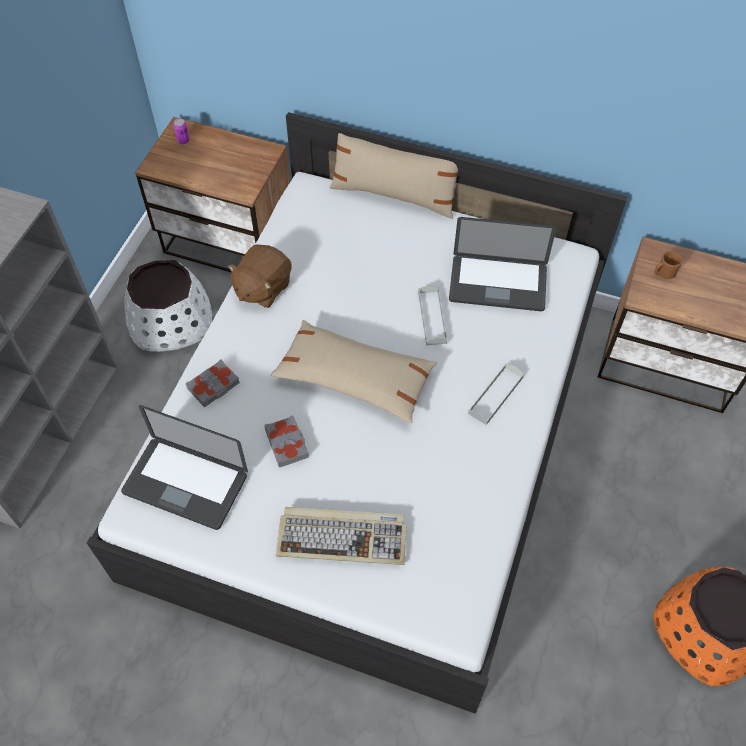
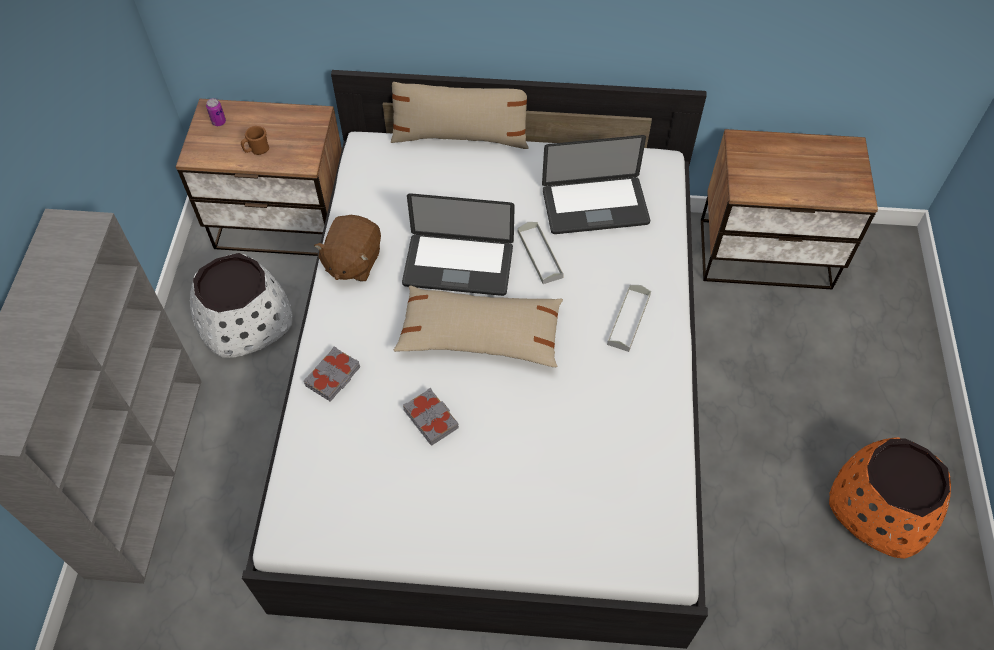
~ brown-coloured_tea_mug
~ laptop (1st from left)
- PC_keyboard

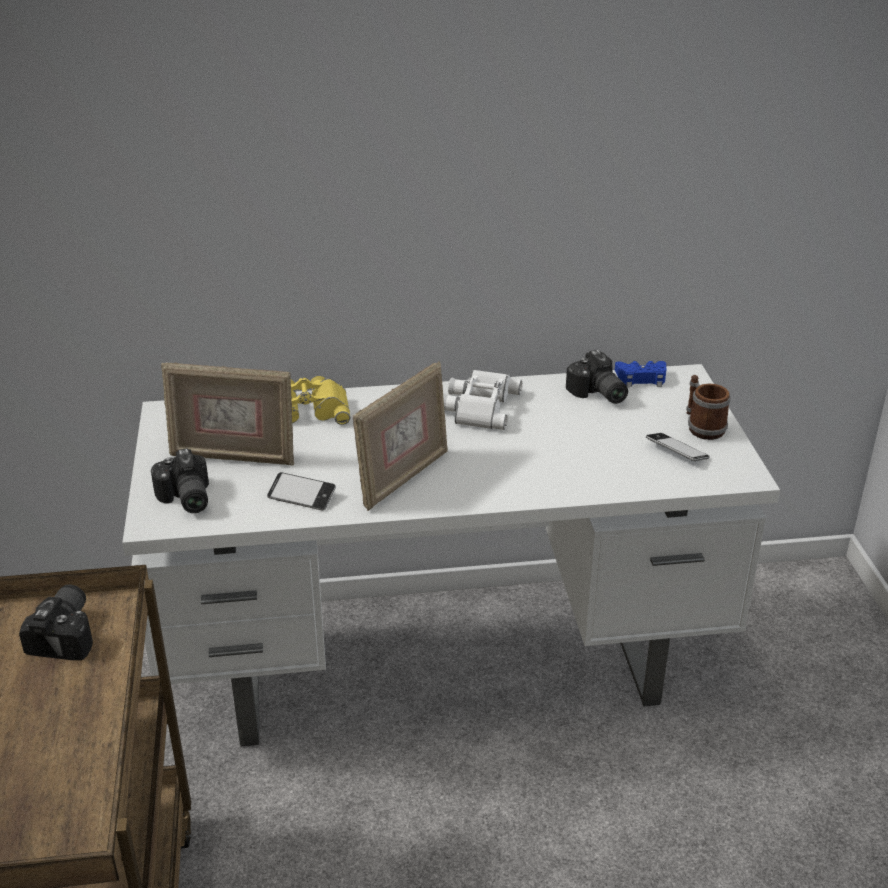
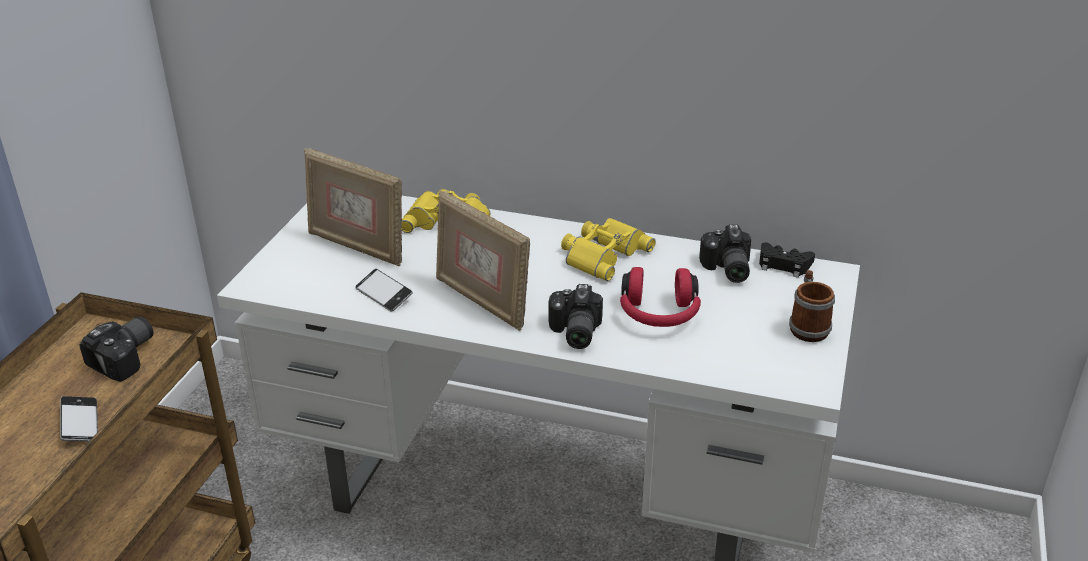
~ standing_frame (2nd from left) 75 degrees clockwise
~ bluish_game_controller to black_game_controller
~ white_binoculars to yellow_binoculars (2nd from left)
~ phone (2nd from left in the first image) to phone (1st from left)
~ photo_camera (2nd from left)
+ reddish_pair_of_headphones

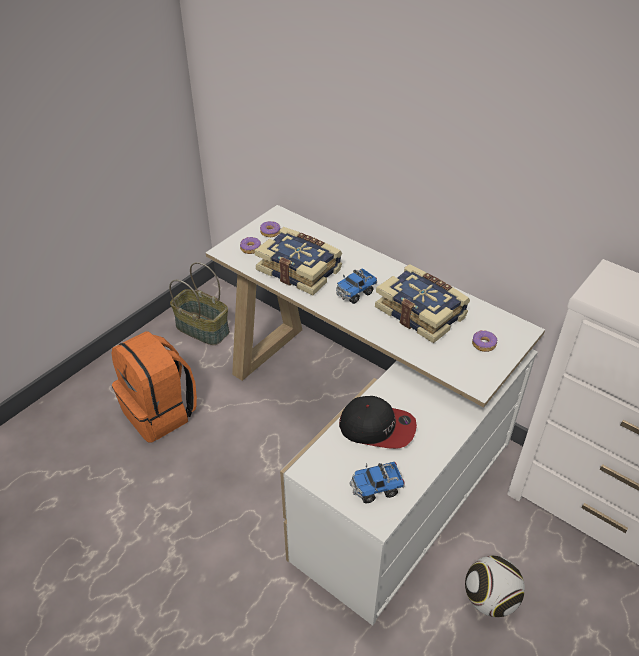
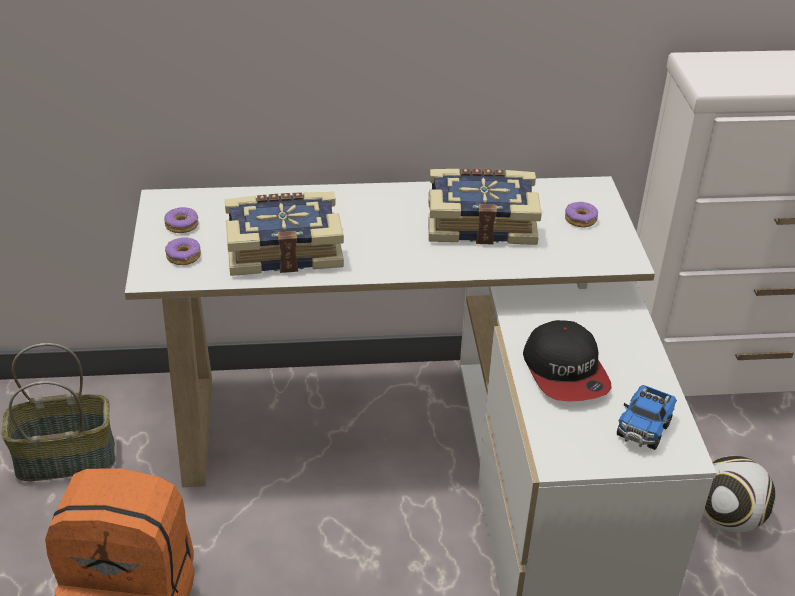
- toy_lorry (1st from left)
~ cap 105 degrees clockwise

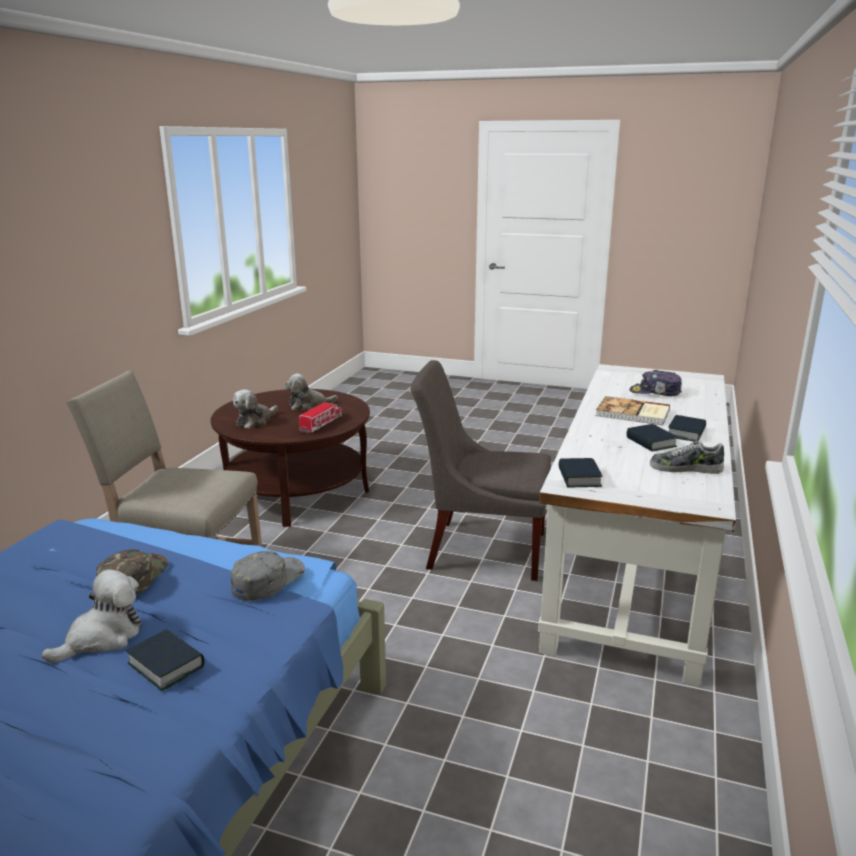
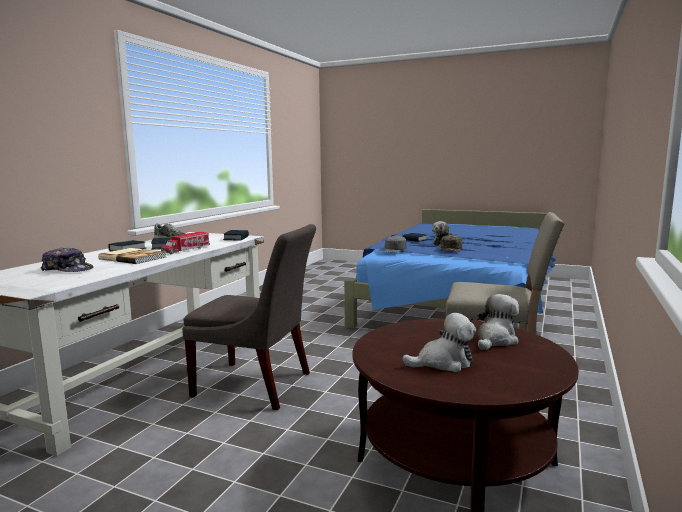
~ toy_lorry

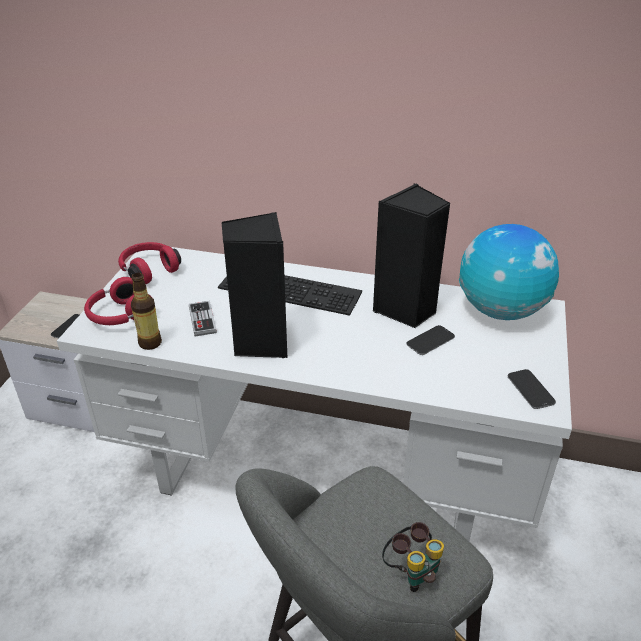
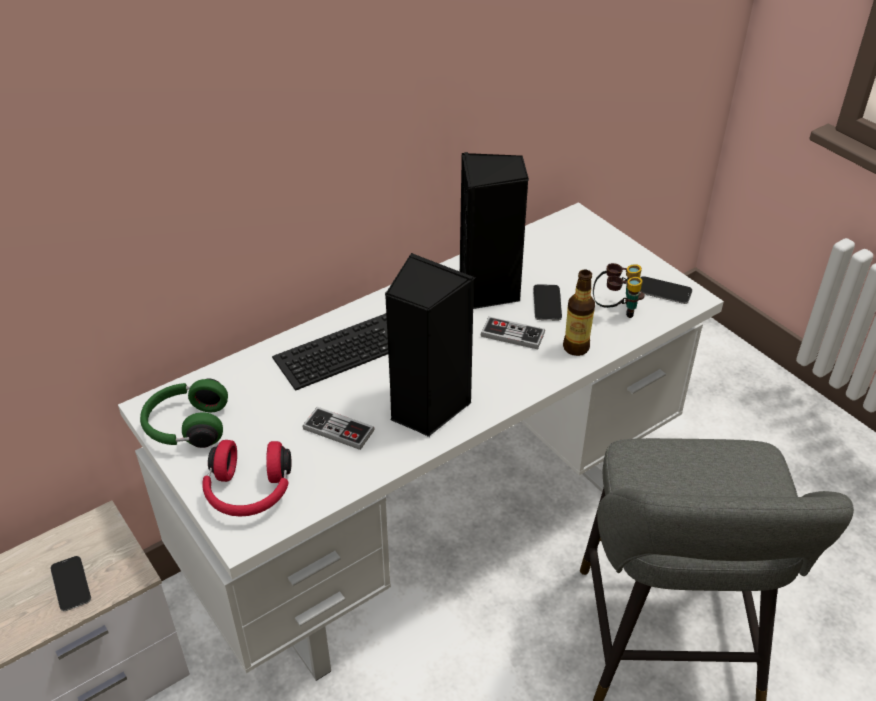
- world_globe
~ reddish_pair_of_headphones (2nd from left) to greenish_pair_of_headphones
~ bottle
~ binoculars
+ game_controller (2nd from left)

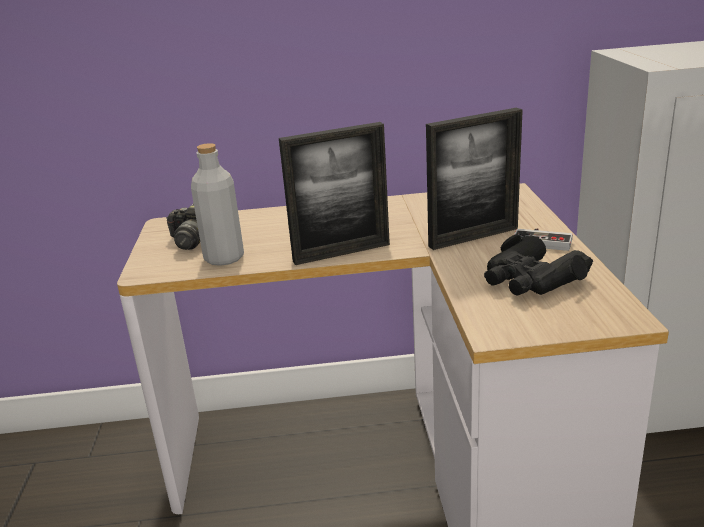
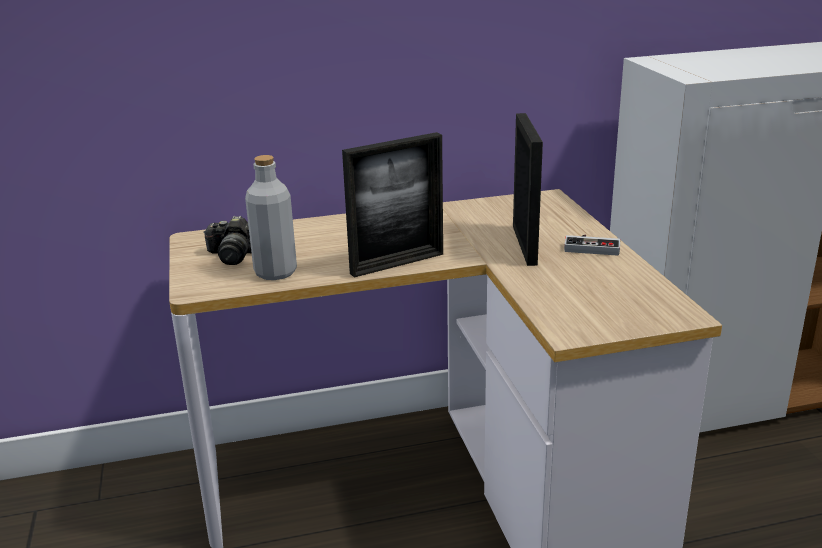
~ standing_frame (2nd from left) 60 degrees counterclockwise
- black_binoculars

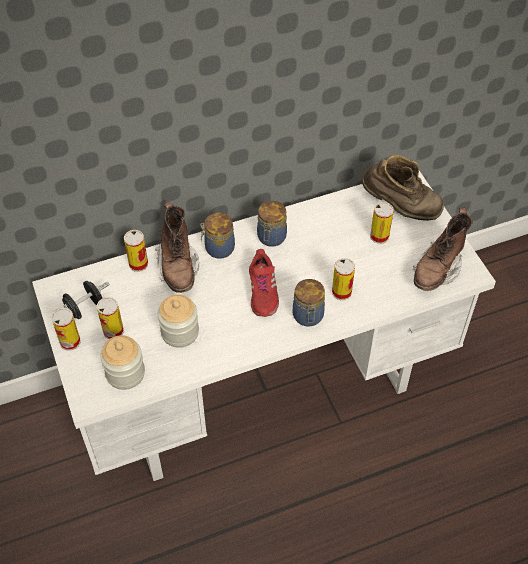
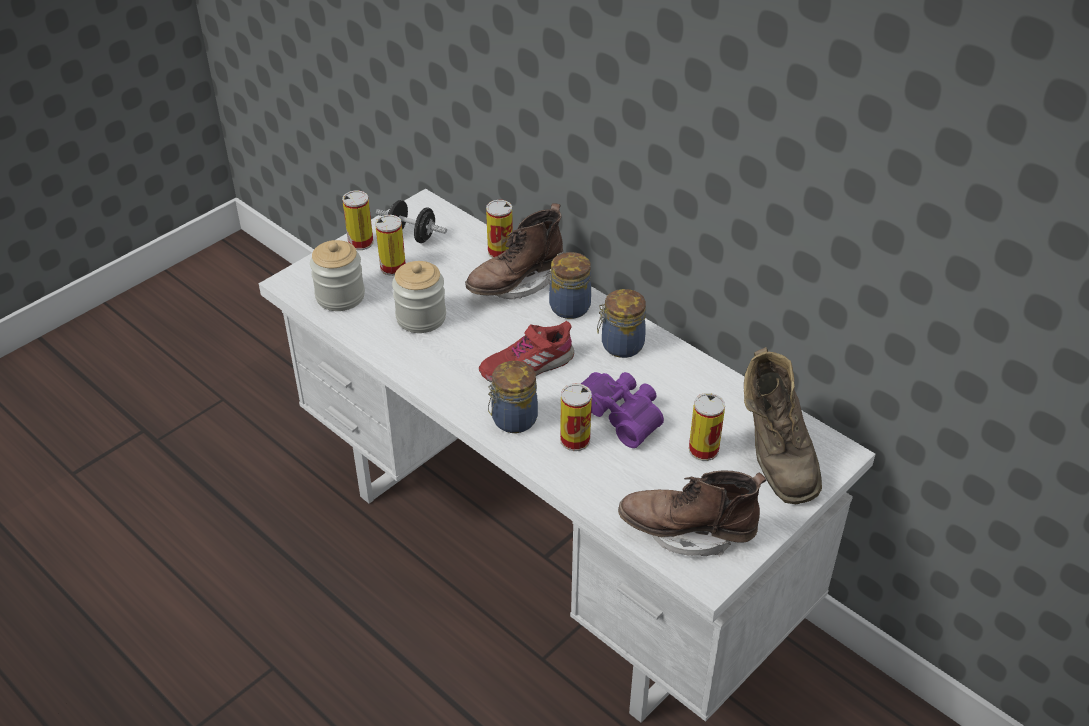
+ purplish_binoculars

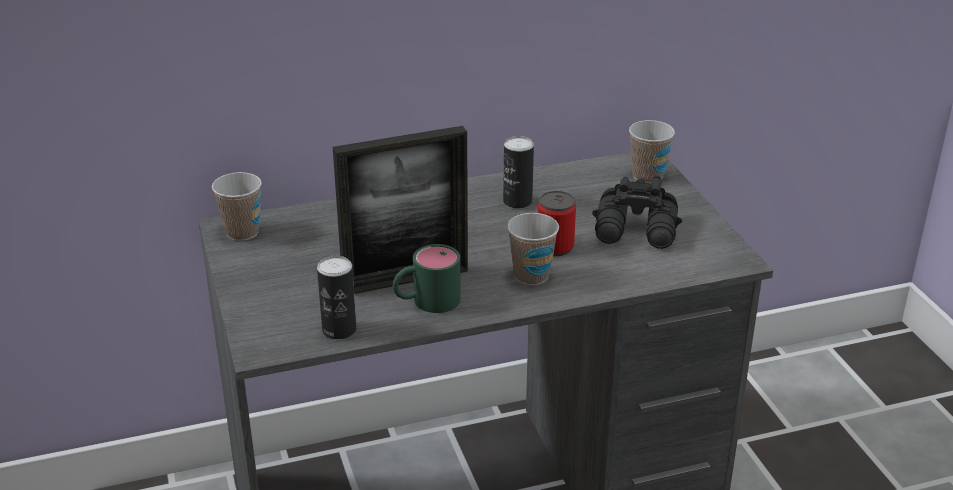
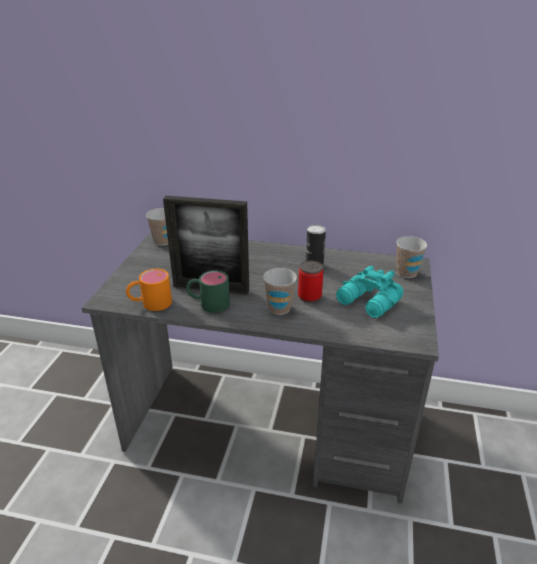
~ black_binoculars to turquoise-coloured_binoculars
~ metal_can (1st from left) to orange-coloured_tea_mug

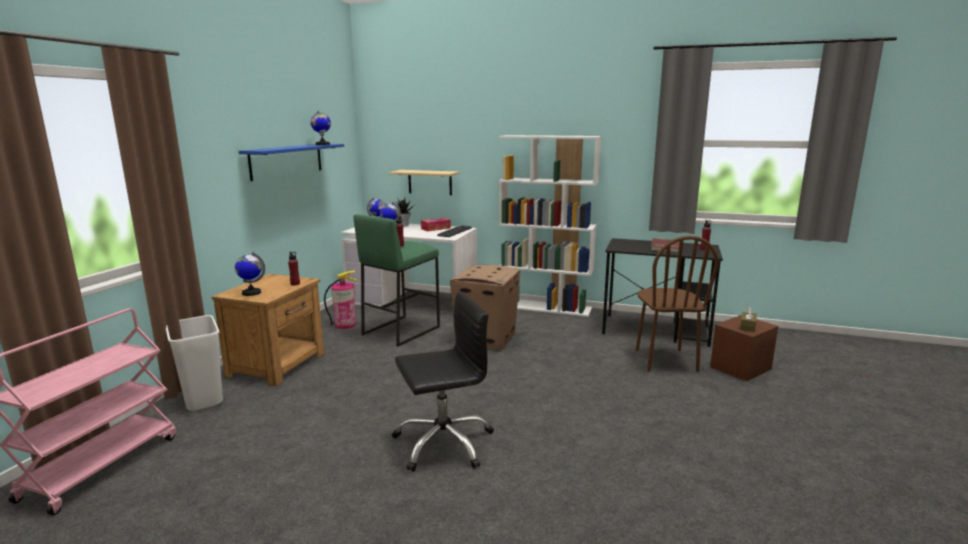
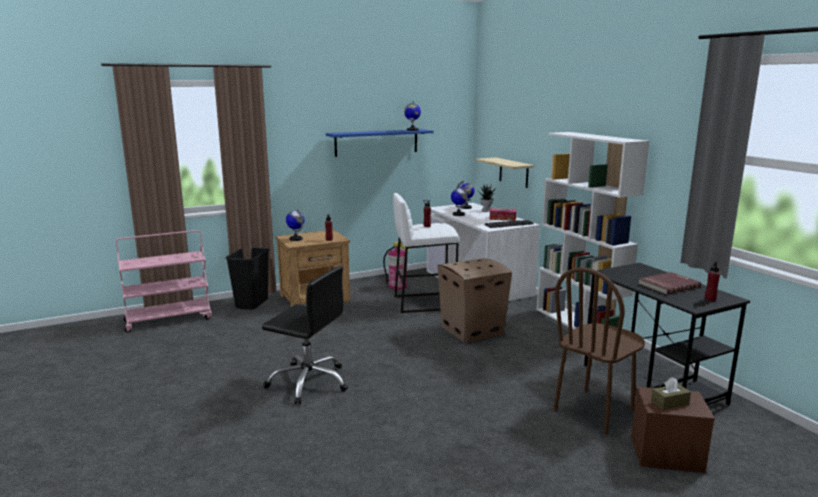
~ greenish_stool to white_stool
~ white_trash_can to black_trash_can

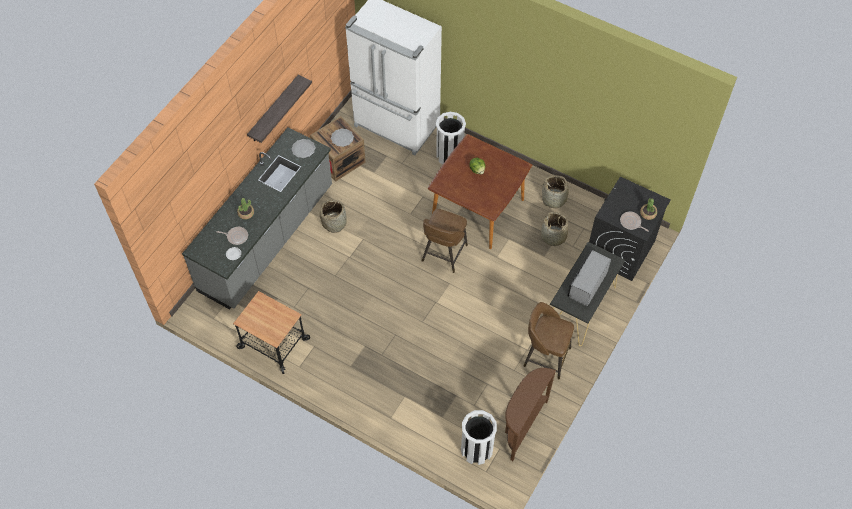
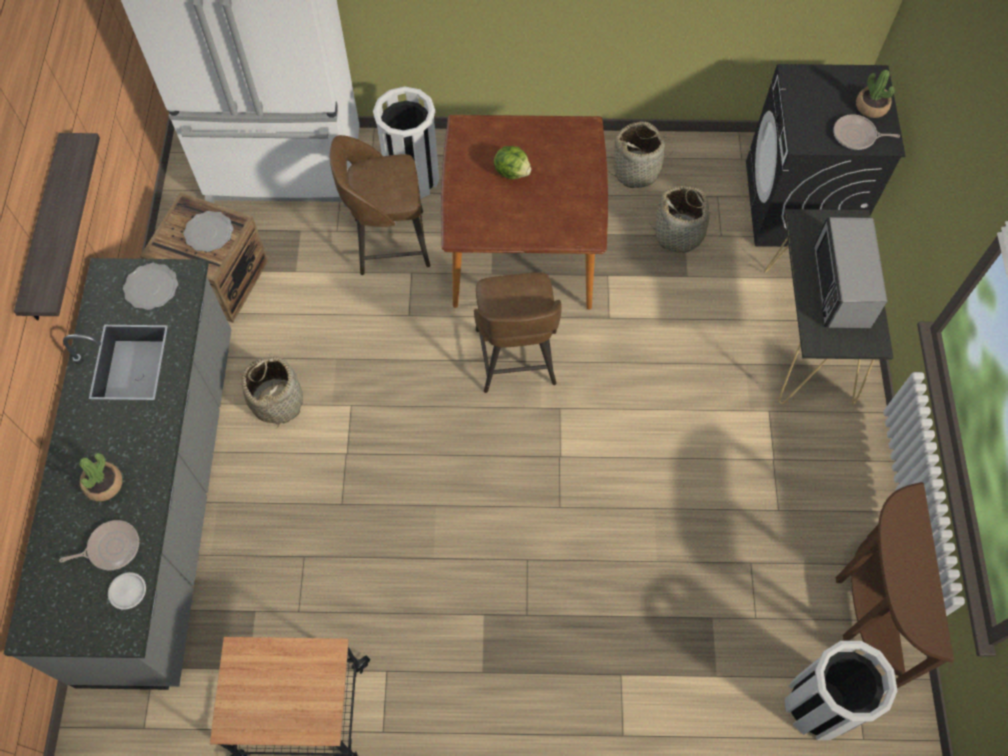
~ brown-coloured_stool (2nd from left in the first image) to brown-coloured_stool (1st from left)

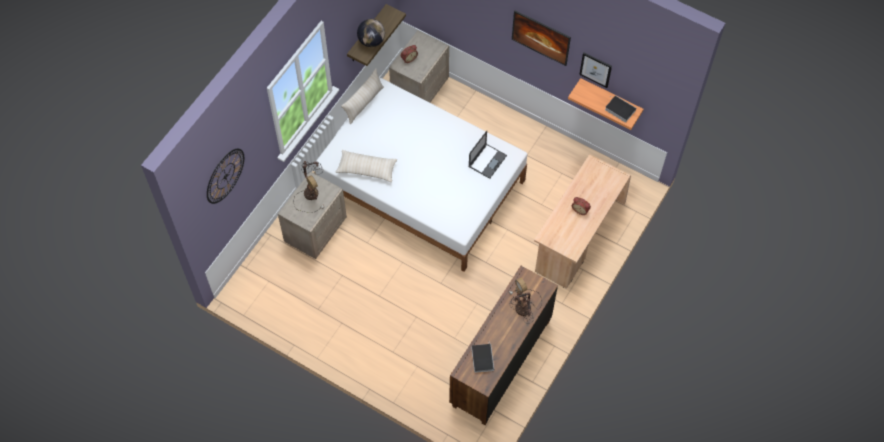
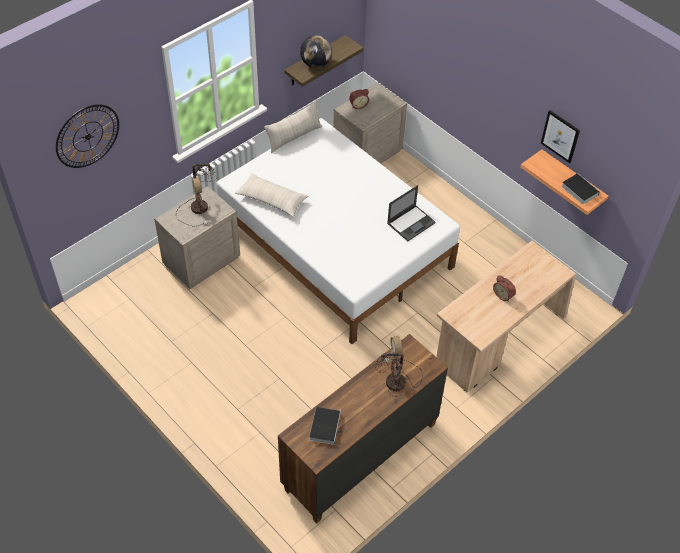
- wall_art (1st from left)

